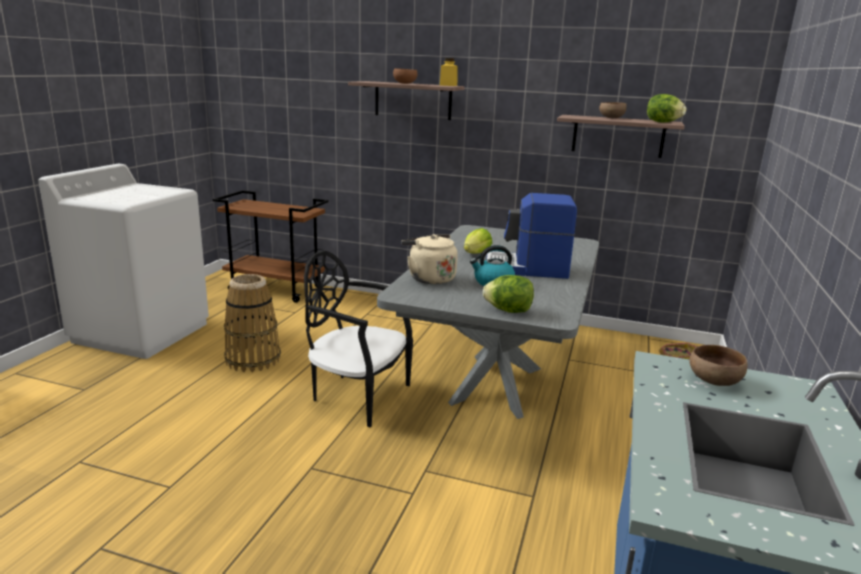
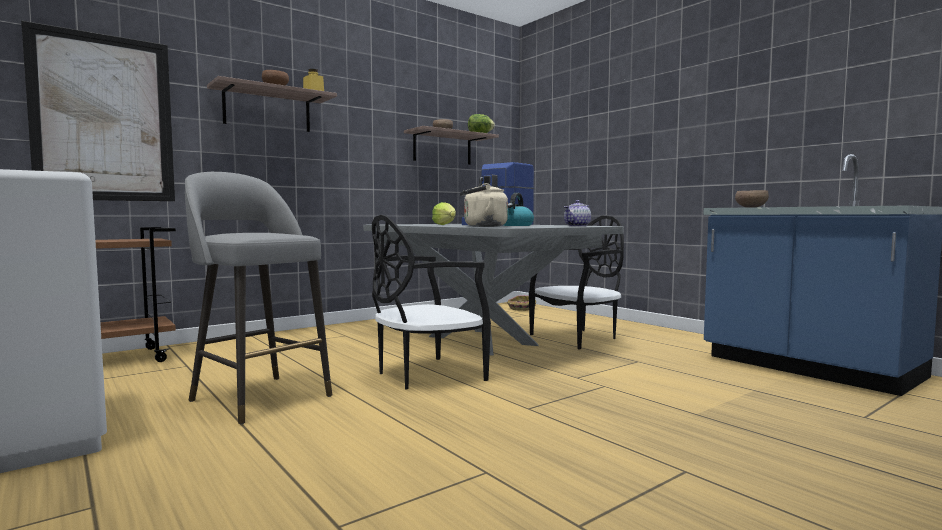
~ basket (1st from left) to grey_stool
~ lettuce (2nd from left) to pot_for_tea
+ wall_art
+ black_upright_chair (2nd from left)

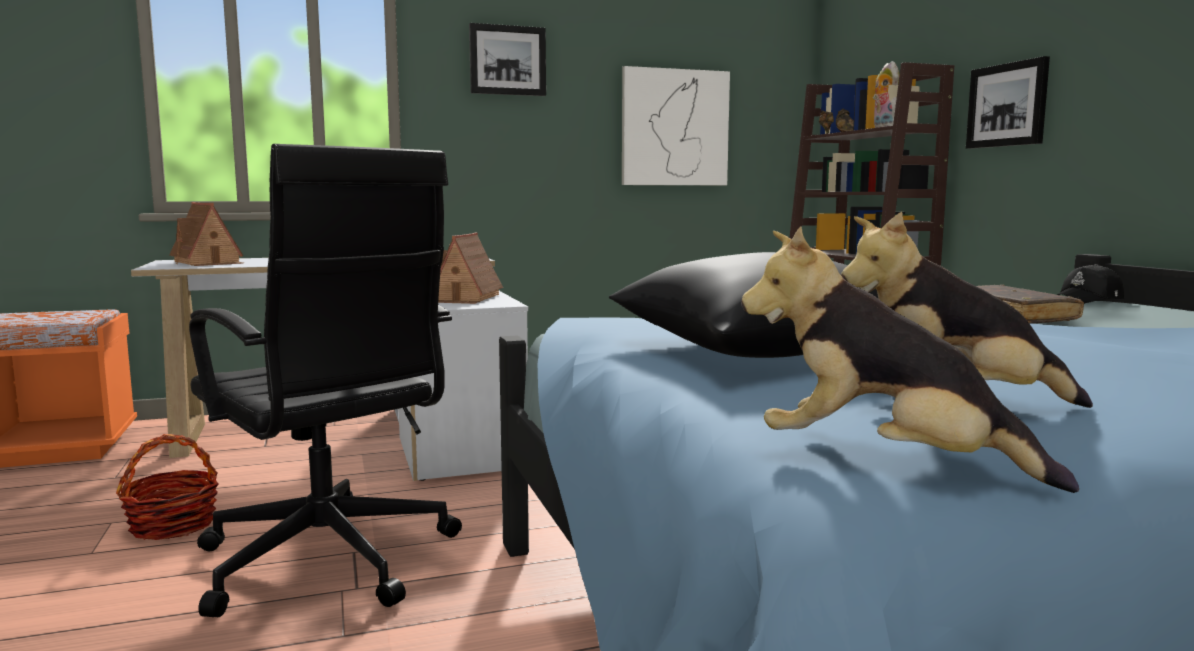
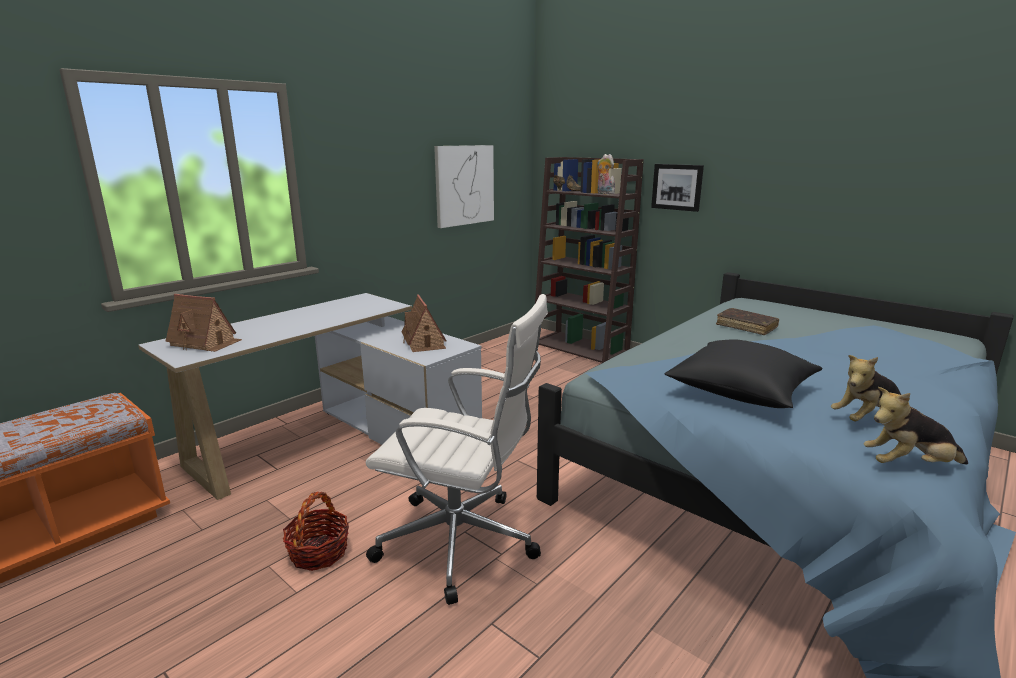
- wall_art (1st from left)
~ black_computer_chair to white_computer_chair
- black_cap

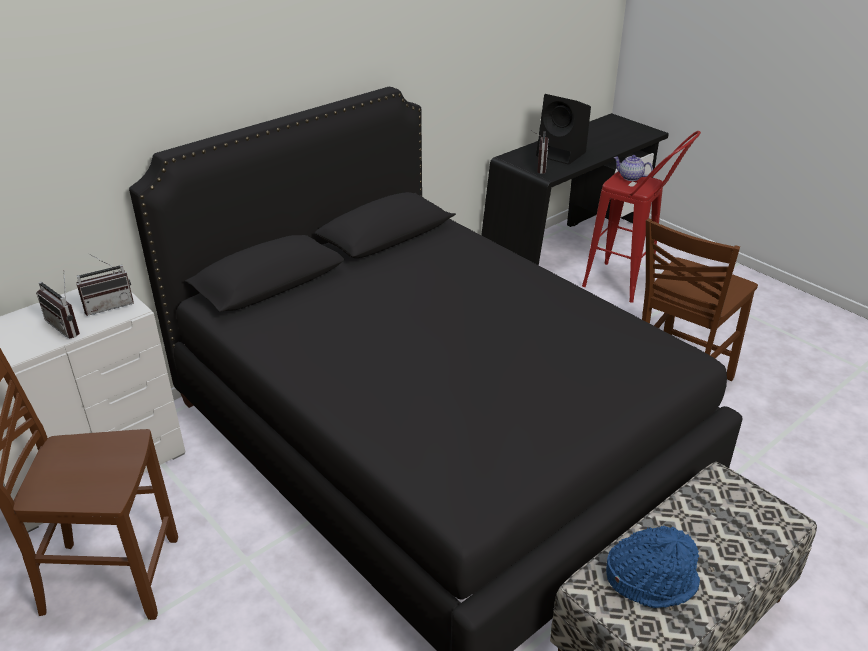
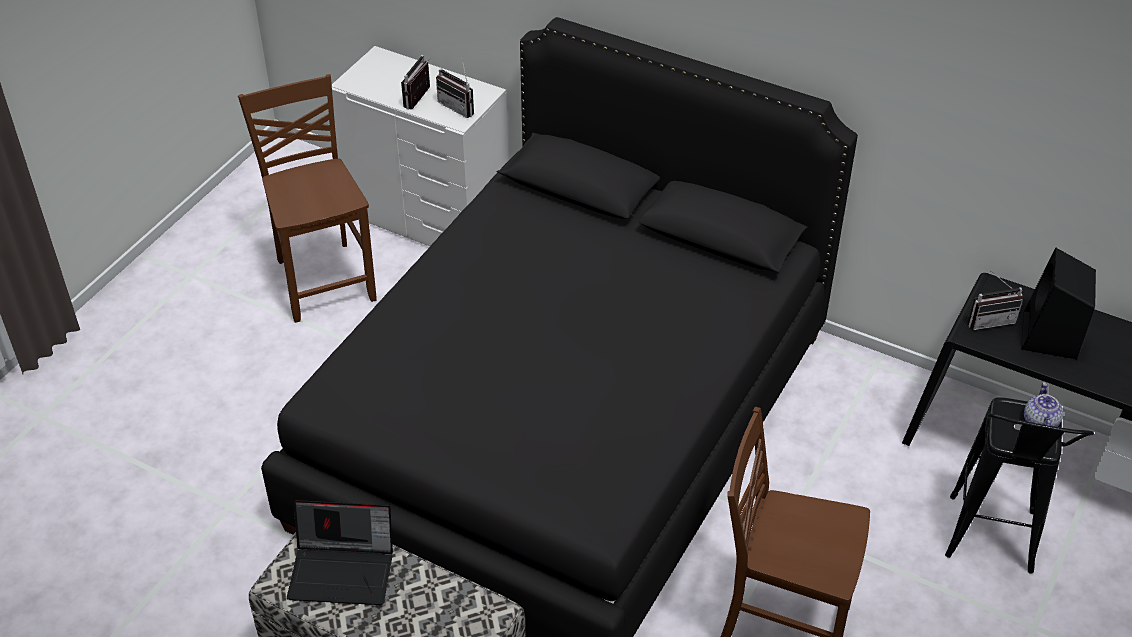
~ reddish_stool to black_stool
~ bluish_clothing_hat to laptop

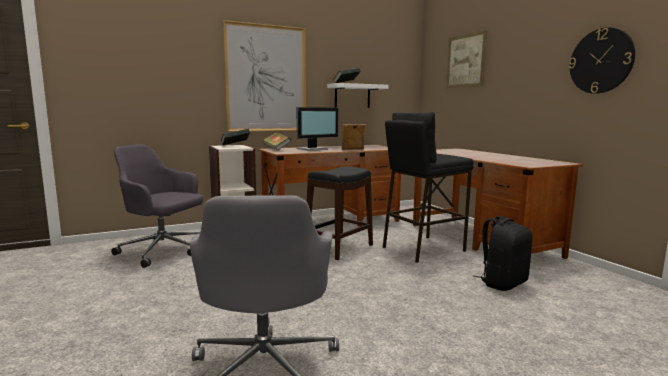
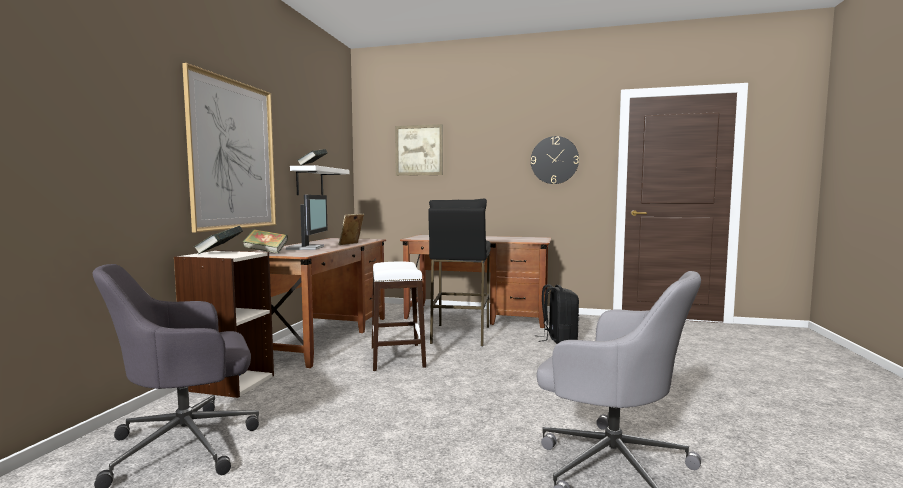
~ black_stool (1st from left) to white_stool

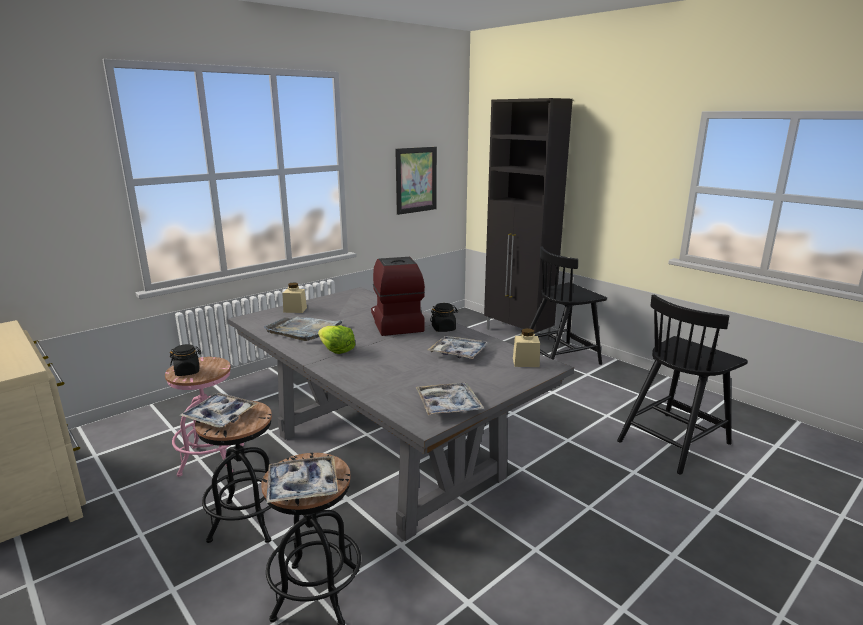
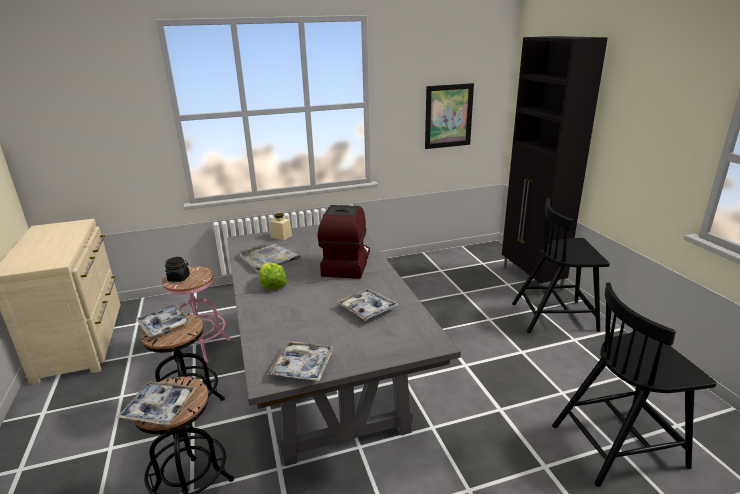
- black_storage_jar (2nd from left)
- beige_storage_jar (2nd from left)

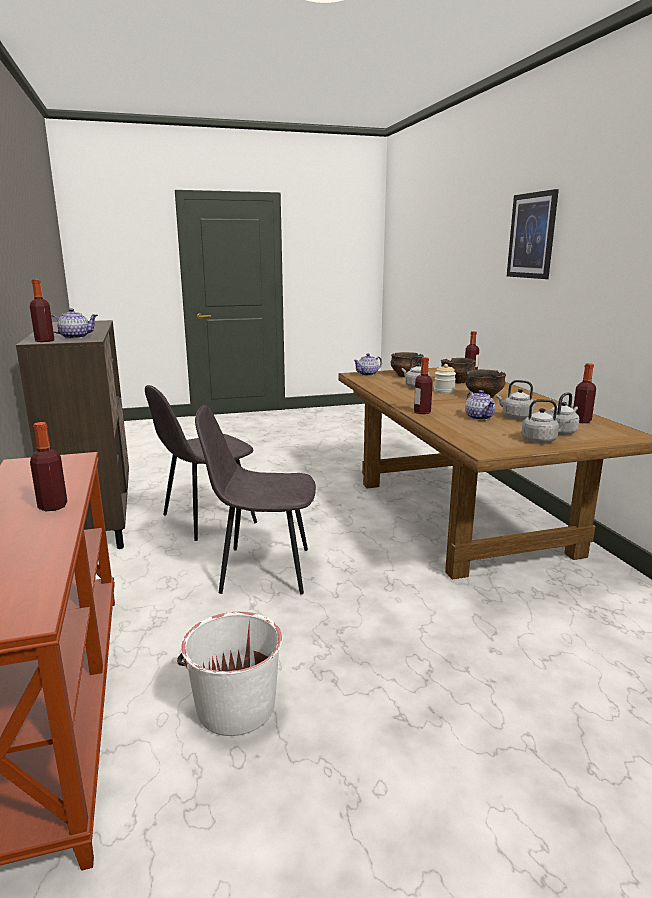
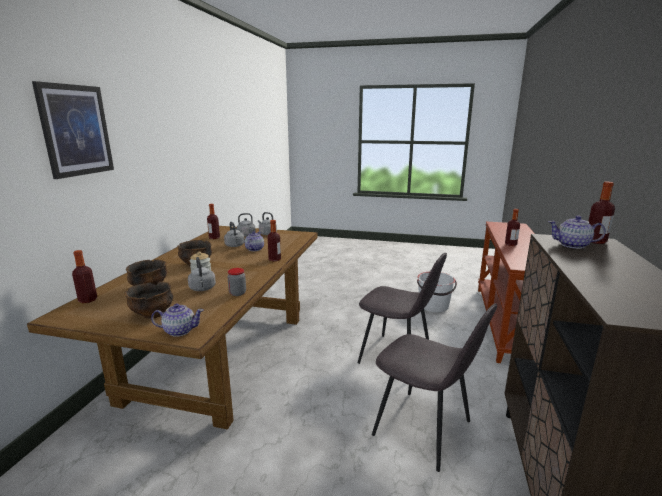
~ grey_upright_chair (1st from left in the first image) 45 degrees clockwise
+ storage_jar (2nd from left)

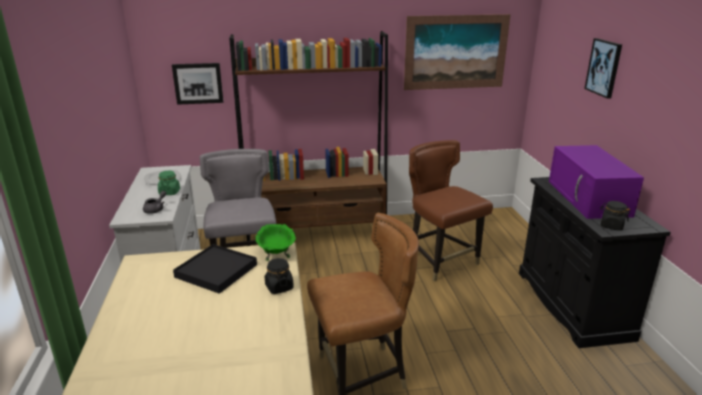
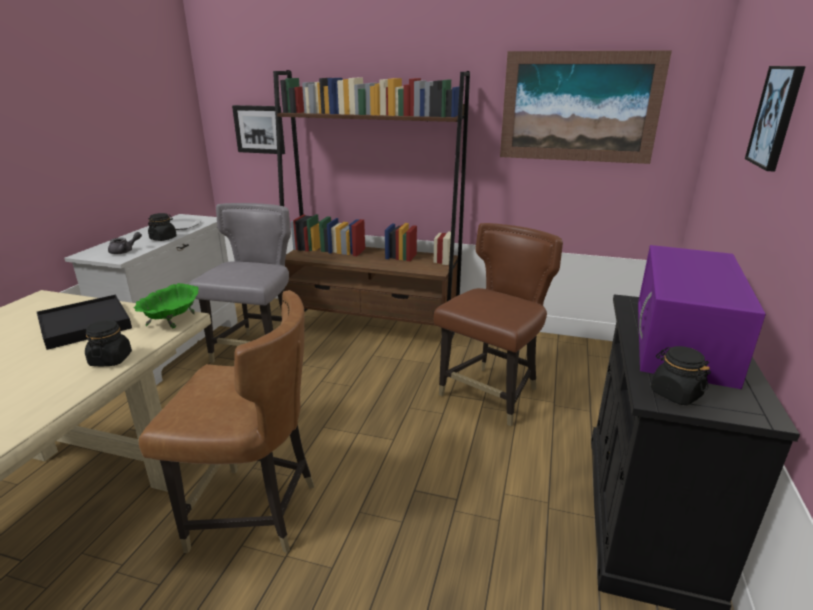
~ brown-coloured_upright_chair (2nd from left) 45 degrees clockwise
~ greenish_storage_jar to black_storage_jar (2nd from left)

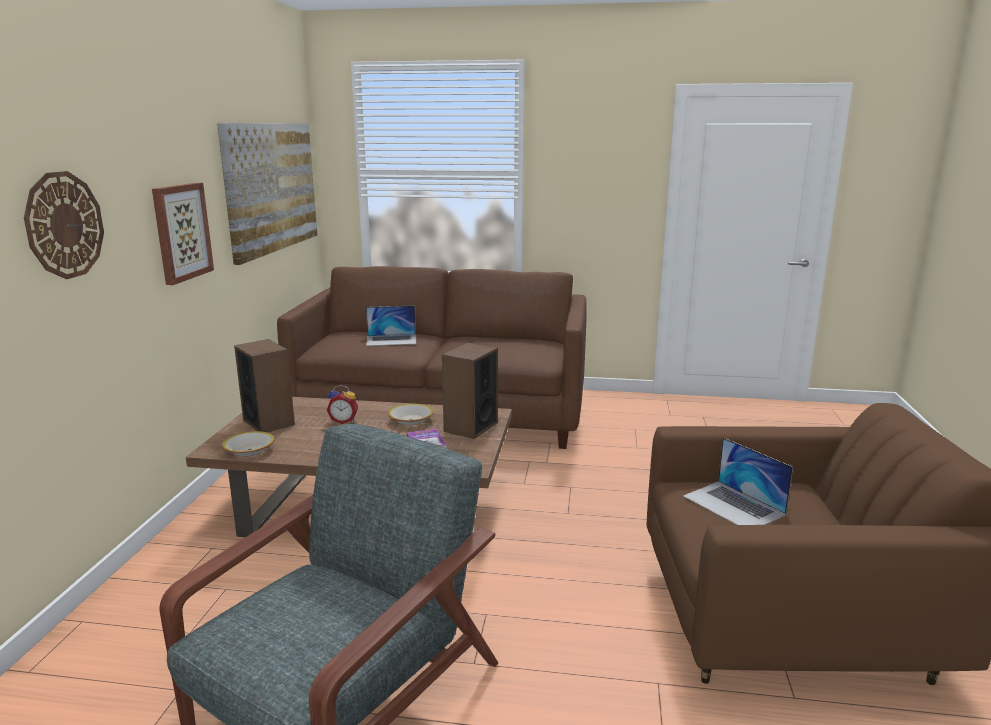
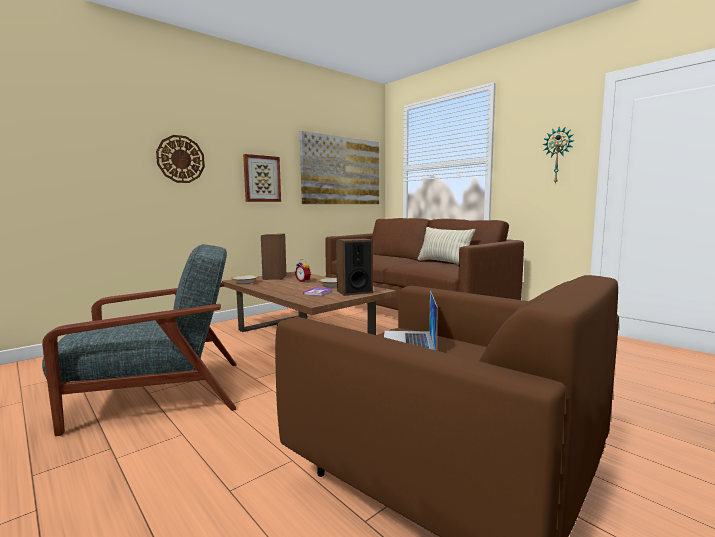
- laptop (1st from left)
+ clock_on_the_wall (2nd from left)
+ pillow

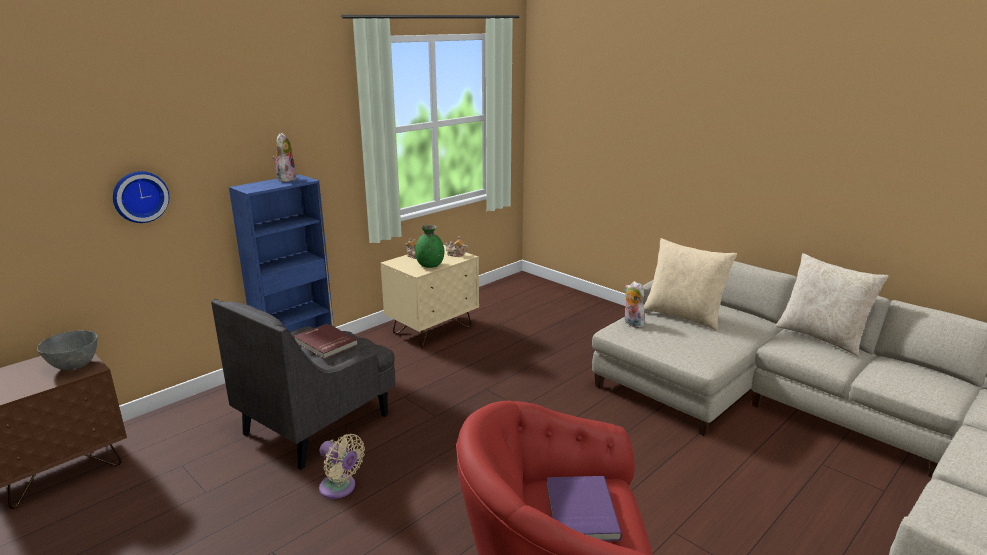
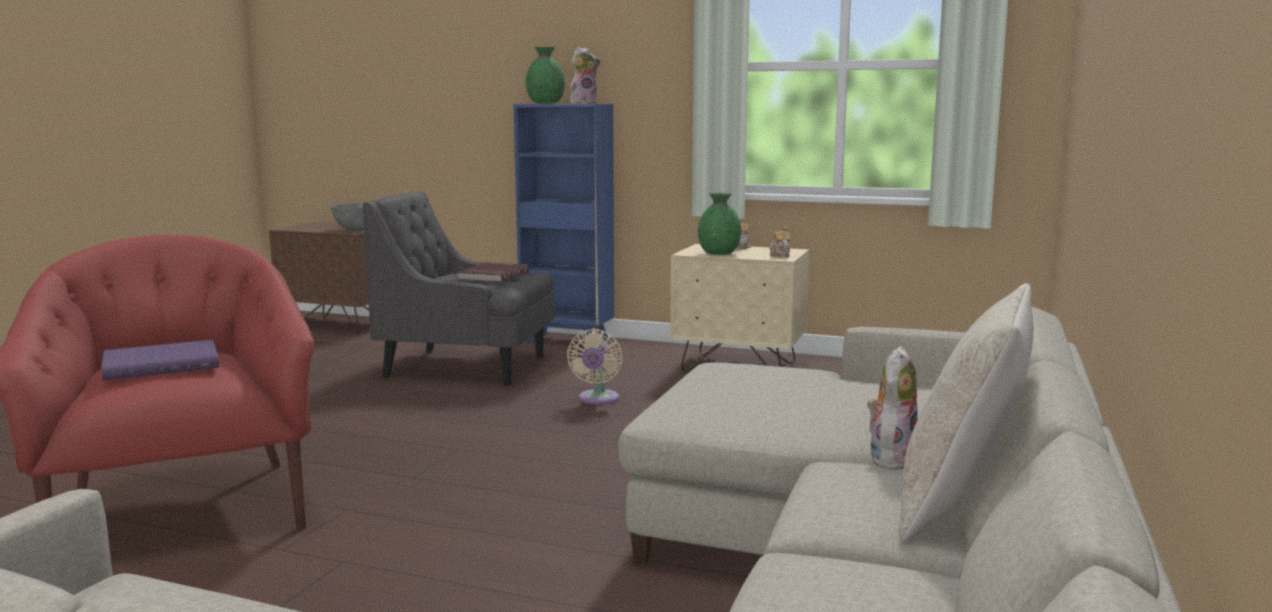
- clock_on_the_wall
- beige_pillow (1st from left)
~ plush_toy (2nd from left)
~ beige_electric_fan
+ greenish_decorative_vase (1st from left)

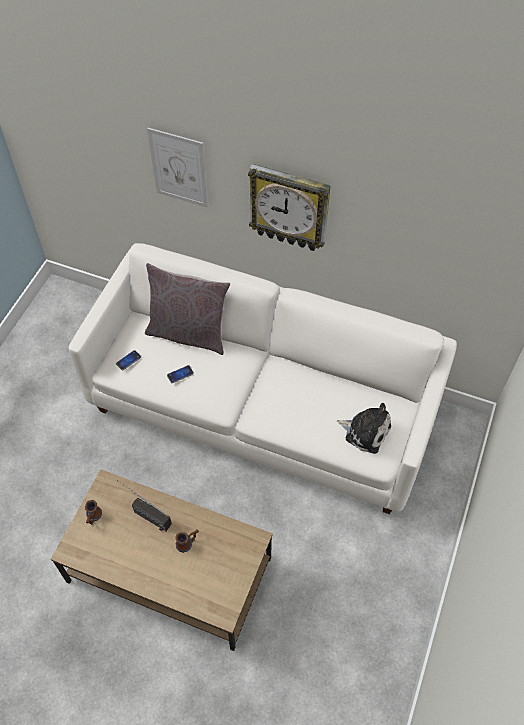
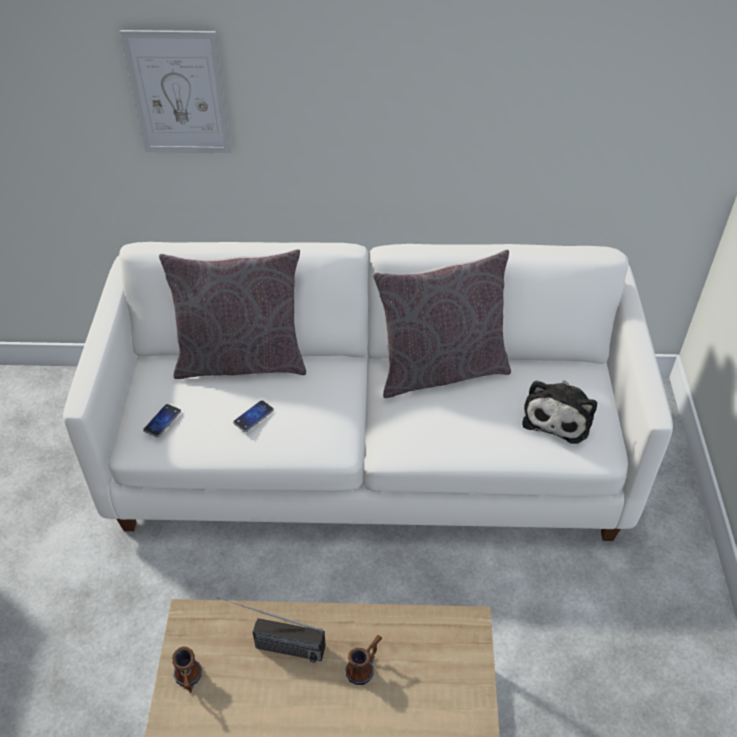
- clock_on_the_wall
~ plush_toy 105 degrees clockwise
+ grey_pillow (2nd from left)

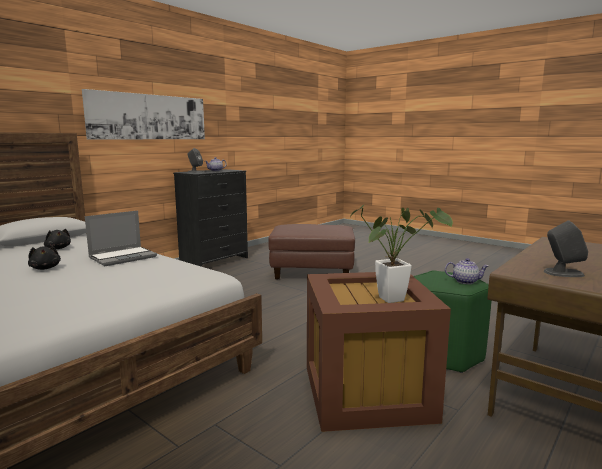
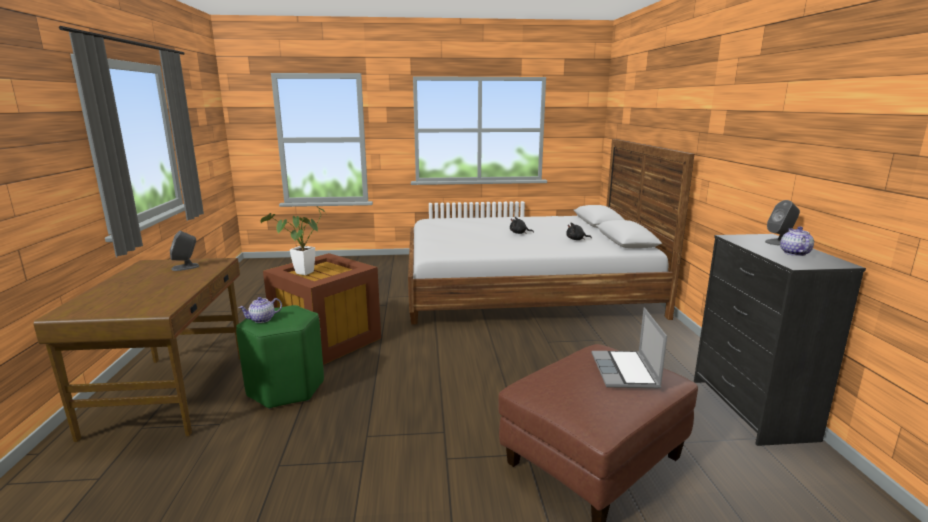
- wall_art
~ laptop

